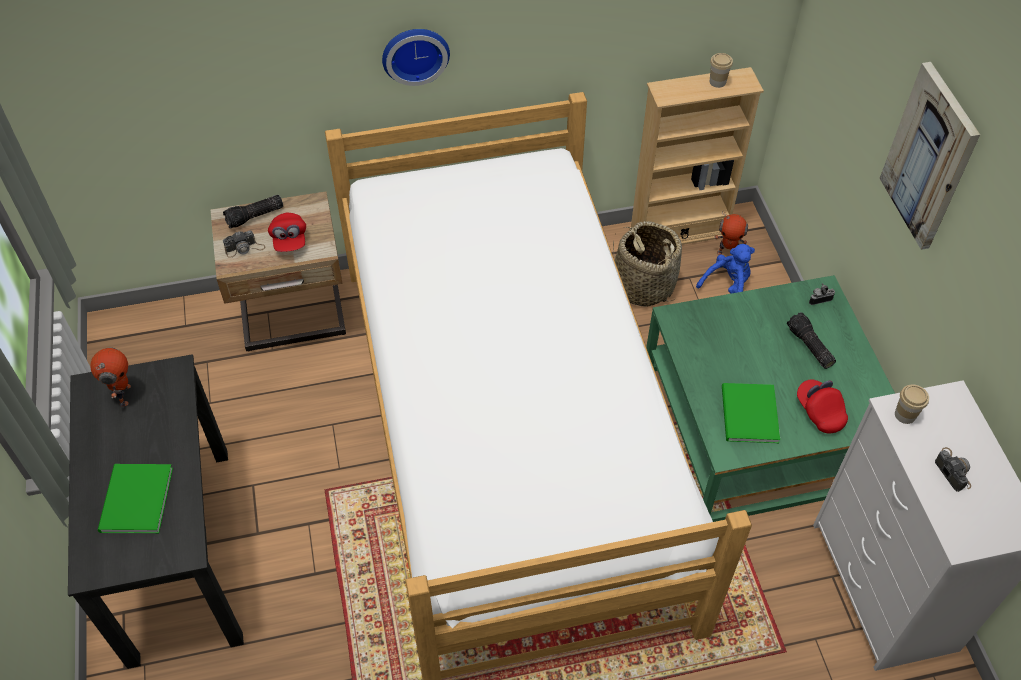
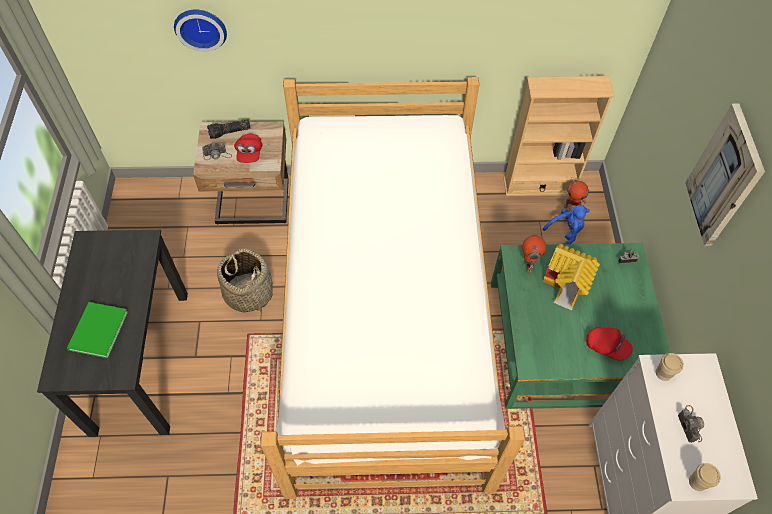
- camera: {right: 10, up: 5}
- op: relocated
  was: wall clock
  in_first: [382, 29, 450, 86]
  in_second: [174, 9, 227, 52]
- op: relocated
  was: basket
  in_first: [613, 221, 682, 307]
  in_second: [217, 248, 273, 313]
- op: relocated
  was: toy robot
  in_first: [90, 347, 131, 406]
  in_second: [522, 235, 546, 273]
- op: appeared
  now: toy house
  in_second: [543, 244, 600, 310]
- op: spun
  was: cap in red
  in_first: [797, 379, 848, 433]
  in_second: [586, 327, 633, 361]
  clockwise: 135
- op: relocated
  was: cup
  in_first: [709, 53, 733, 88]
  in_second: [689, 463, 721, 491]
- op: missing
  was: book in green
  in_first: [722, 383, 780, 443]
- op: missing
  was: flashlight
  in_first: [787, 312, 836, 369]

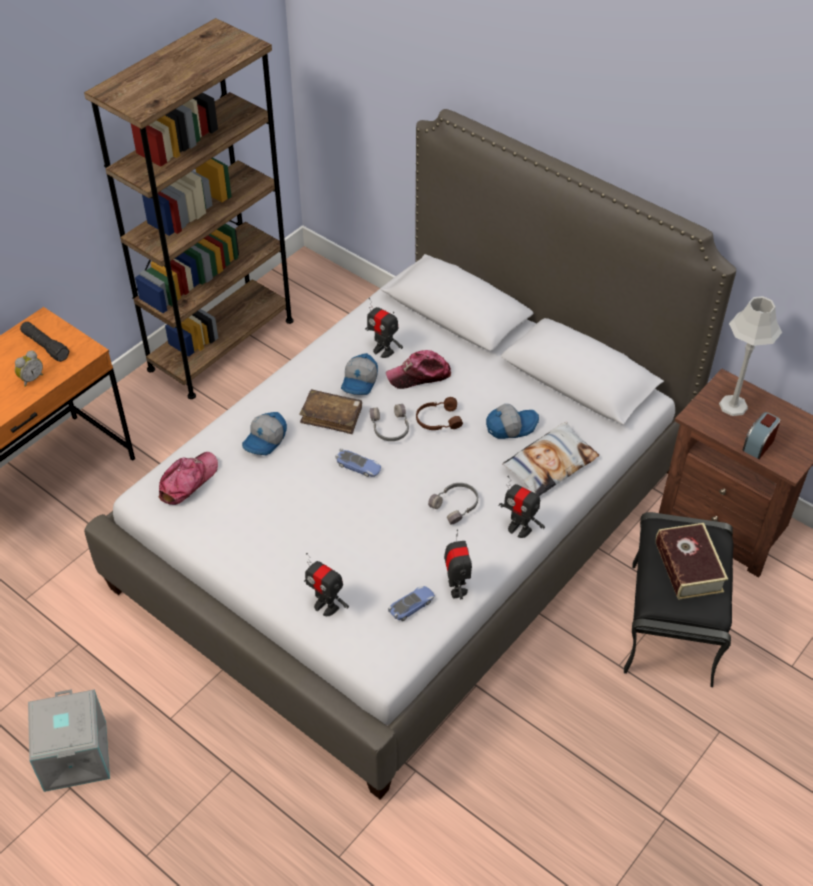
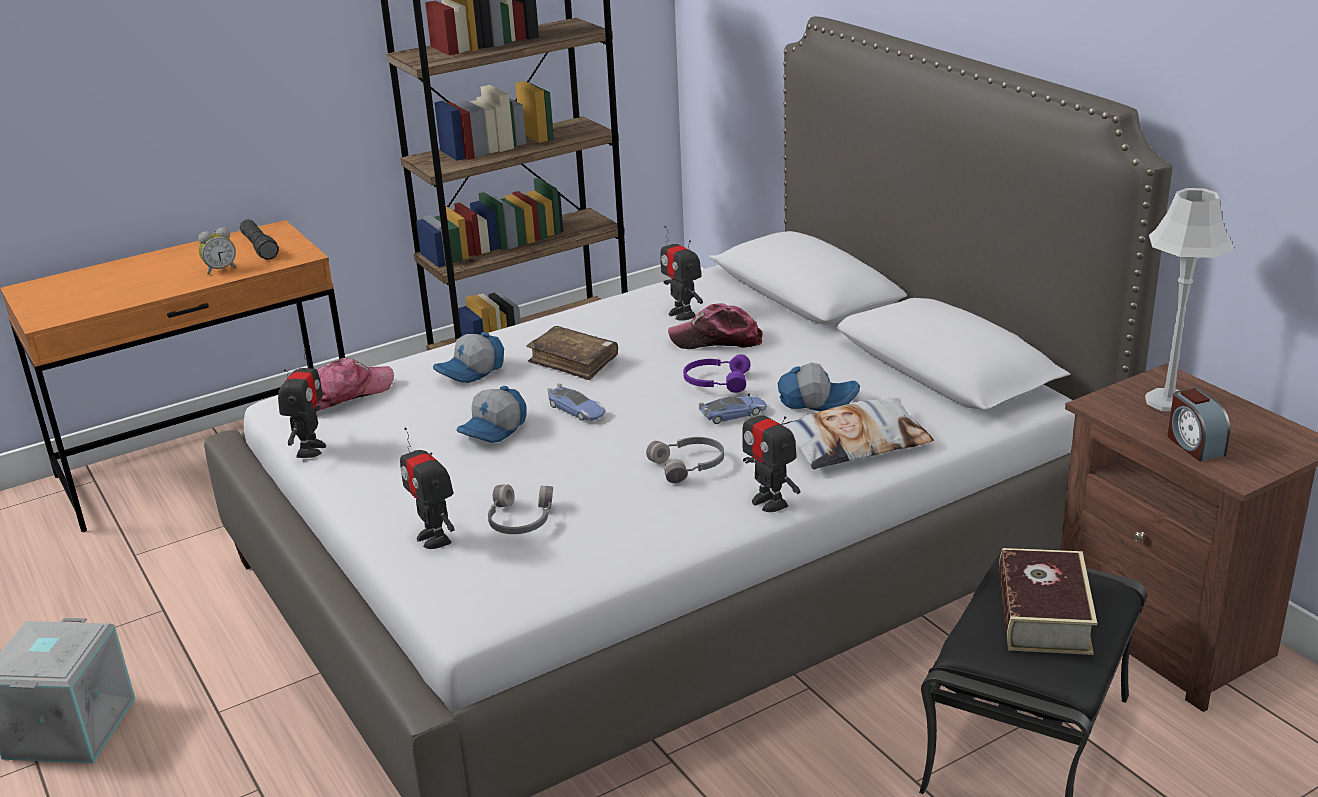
- camera: {right: 20, up: -20}
- op: relocated
  was: toy robot
  in_first: [444, 530, 472, 599]
  in_second: [278, 349, 326, 458]
- op: relocated
  was: cap
  in_first: [341, 353, 378, 395]
  in_second: [456, 386, 526, 443]
- op: relocated
  was: headphones in grey
  in_first: [370, 404, 409, 441]
  in_second: [488, 485, 553, 534]
- op: colour
  was: headphones in brown
  now: headphones in purple
  in_first: [416, 397, 463, 430]
  in_second: [683, 354, 751, 393]
- op: relocated
  was: toy car
  in_first: [388, 586, 435, 621]
  in_second: [699, 395, 767, 424]
- op: spun
  was: alarm clock
  in_first: [742, 412, 780, 459]
  in_second: [1167, 388, 1230, 462]
  clockwise: -75

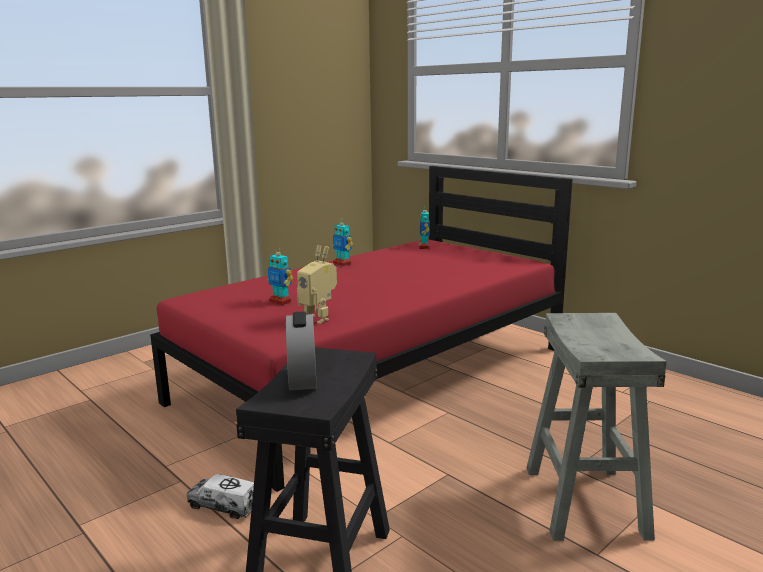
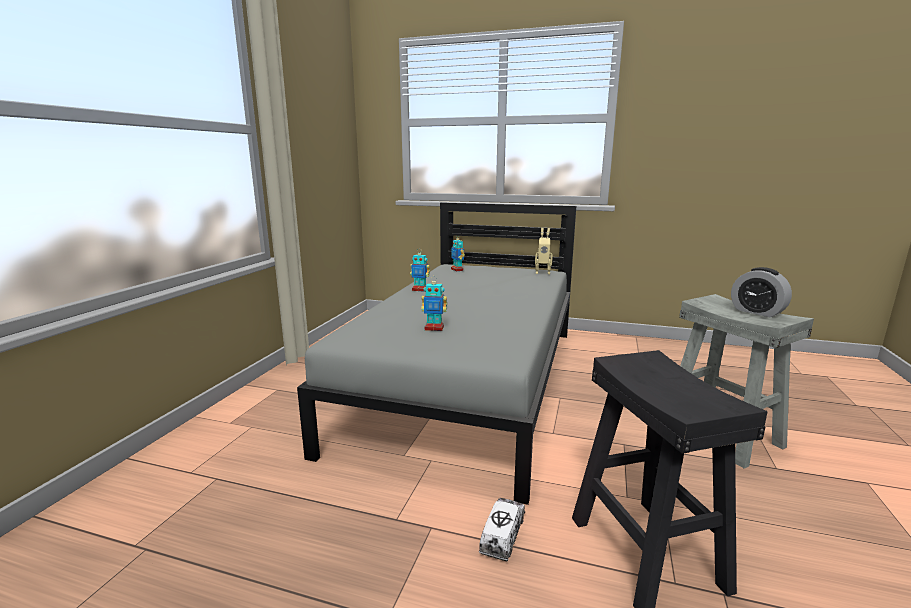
- camera: {right: -30, up: 0}
- op: colour
  was: bed in red
  now: bed in grey
  in_first: [150, 166, 573, 492]
  in_second: [297, 202, 576, 505]
- op: spun
  was: toy truck
  in_first: [187, 474, 254, 519]
  in_second: [479, 498, 525, 561]
  clockwise: 120
- op: relocated
  was: toy robot
  in_first: [297, 245, 337, 324]
  in_second: [535, 228, 553, 274]
- op: relocated
  was: alarm clock
  in_first: [286, 311, 317, 390]
  in_second: [731, 267, 792, 317]

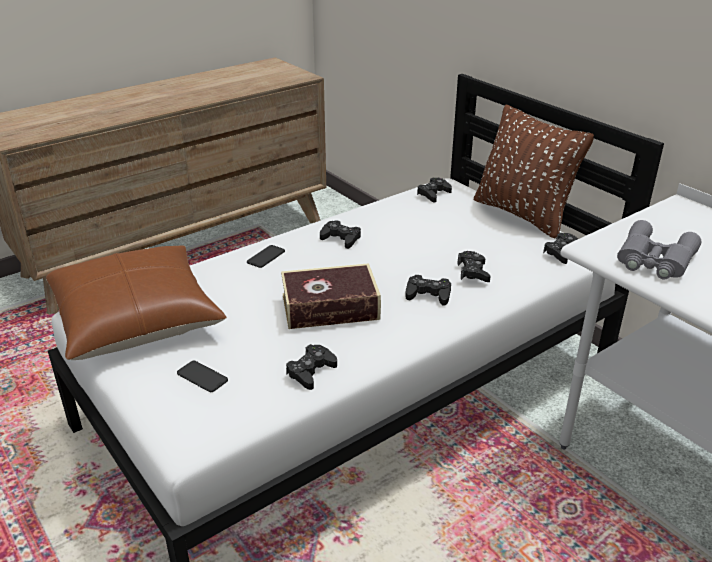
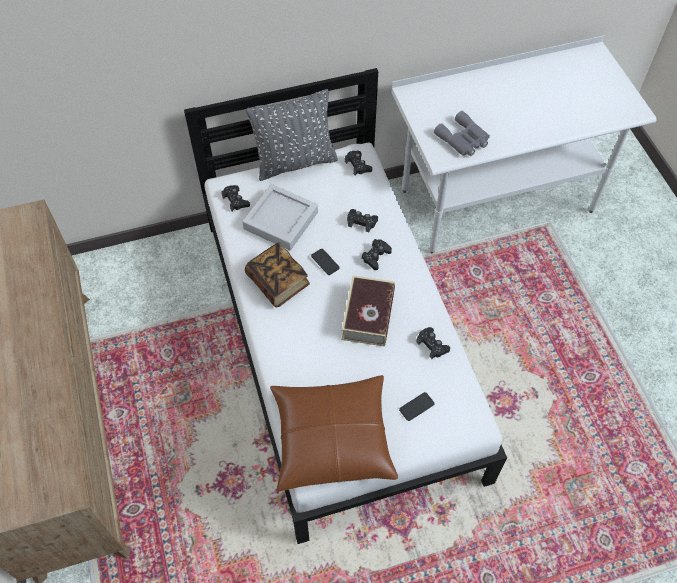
- camera: {right: -70, up: 25}
- op: appeared
  now: tray in grey
  in_second: [242, 184, 318, 250]
- op: exchanged
  was: game controller in black
  now: book
  in_first: [320, 220, 361, 249]
  in_second: [245, 242, 310, 307]
- op: colour
  was: pillow in brown
  now: pillow in grey
  in_first: [474, 104, 594, 239]
  in_second: [246, 89, 338, 181]
- op: relocated
  was: phone
  in_first: [247, 245, 285, 268]
  in_second: [311, 249, 340, 275]

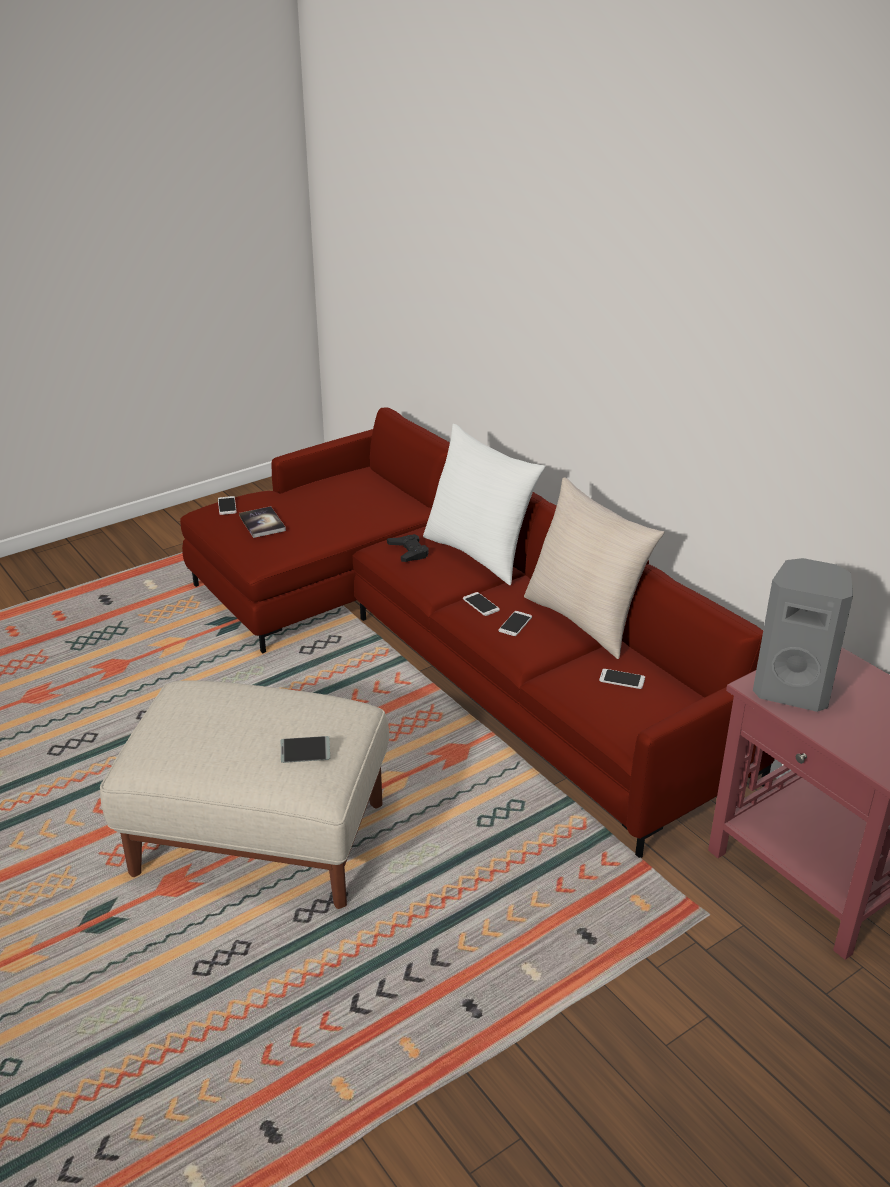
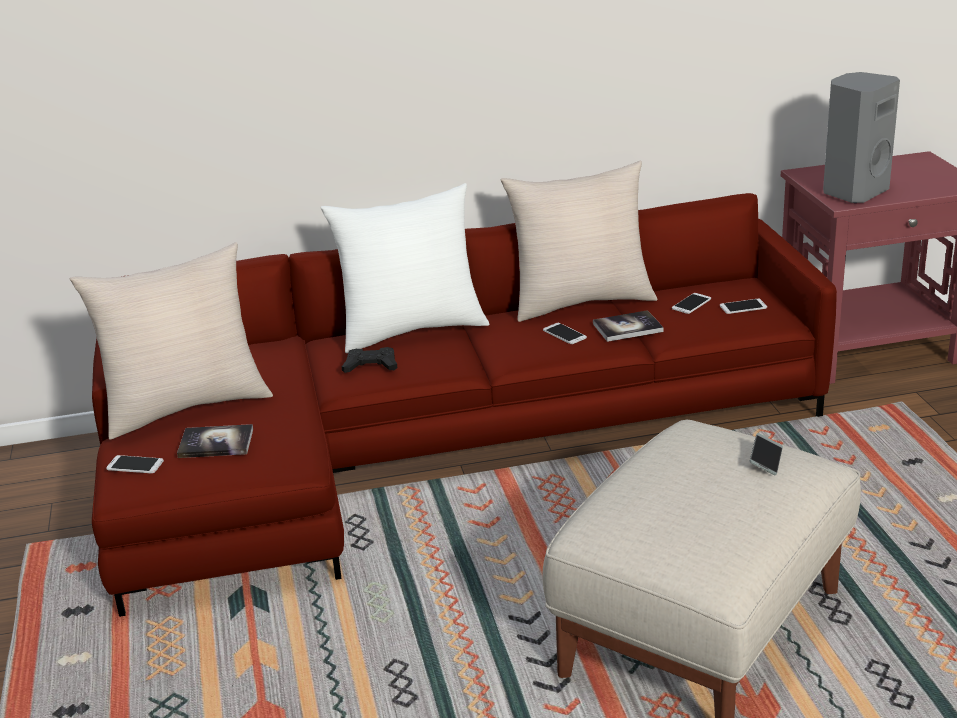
- camera: {right: -65, up: -5}
- op: appeared
  now: pillow in beige
  in_second: [70, 242, 273, 440]
- op: appeared
  now: book
  in_second: [593, 310, 663, 342]
- op: relocated
  was: phone
  in_first: [463, 592, 500, 616]
  in_second: [720, 299, 767, 314]

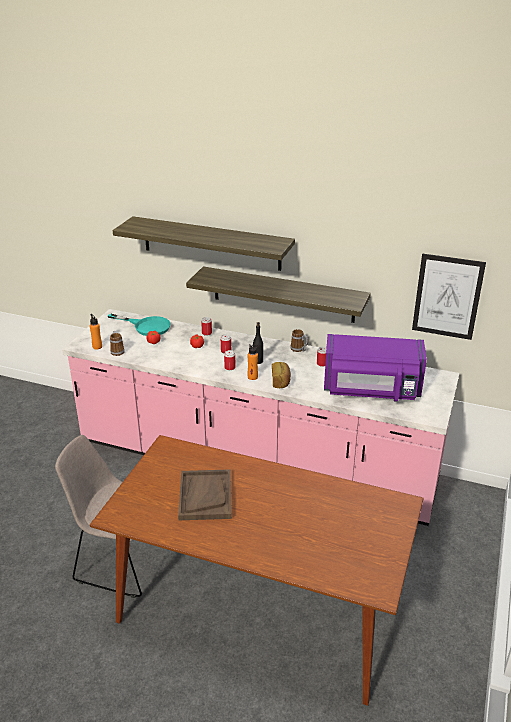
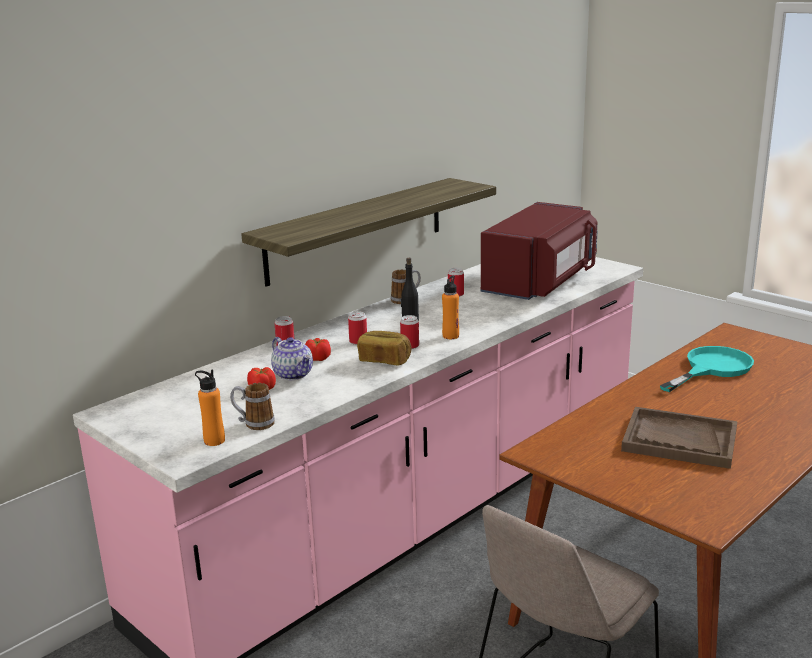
- camera: {right: -65, up: -10}
- op: appeared
  now: teapot
  in_second: [271, 337, 313, 380]
- op: relocated
  was: bread
  in_first: [272, 362, 291, 388]
  in_second: [357, 331, 412, 365]
- op: colour
  was: microwave in purple
  now: microwave in red
  in_first: [324, 334, 427, 402]
  in_second: [481, 202, 597, 300]
- op: relocated
  was: frying pan in turquoise
  in_first: [108, 314, 171, 336]
  in_second: [660, 346, 754, 392]
- op: missing
  was: shelf
  in_first: [113, 216, 295, 271]
- op: missing
  was: picture
  in_first: [412, 253, 486, 340]

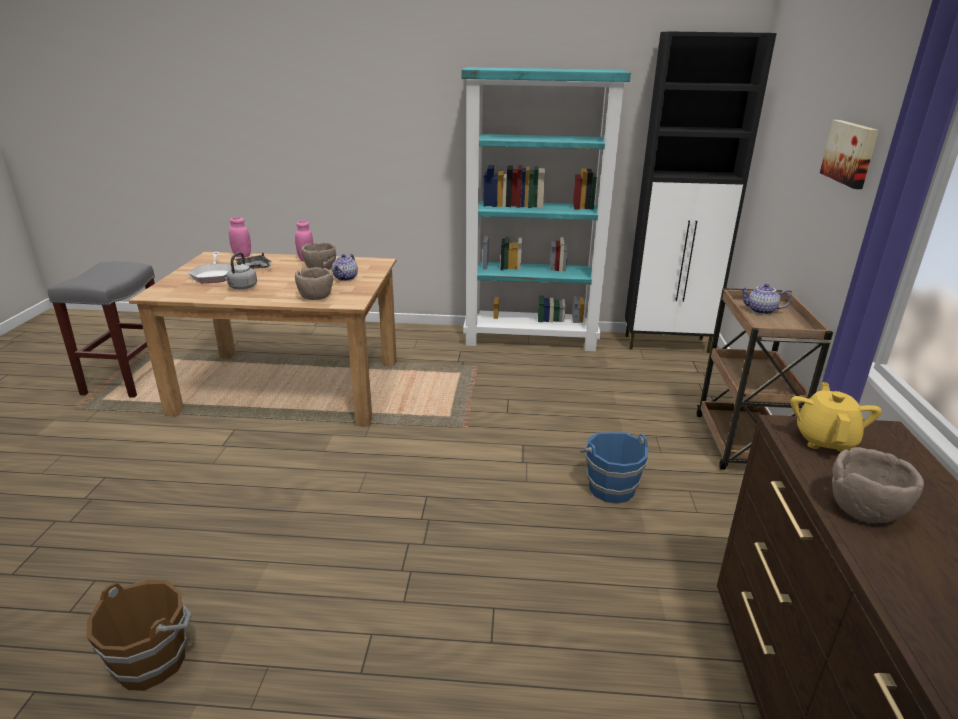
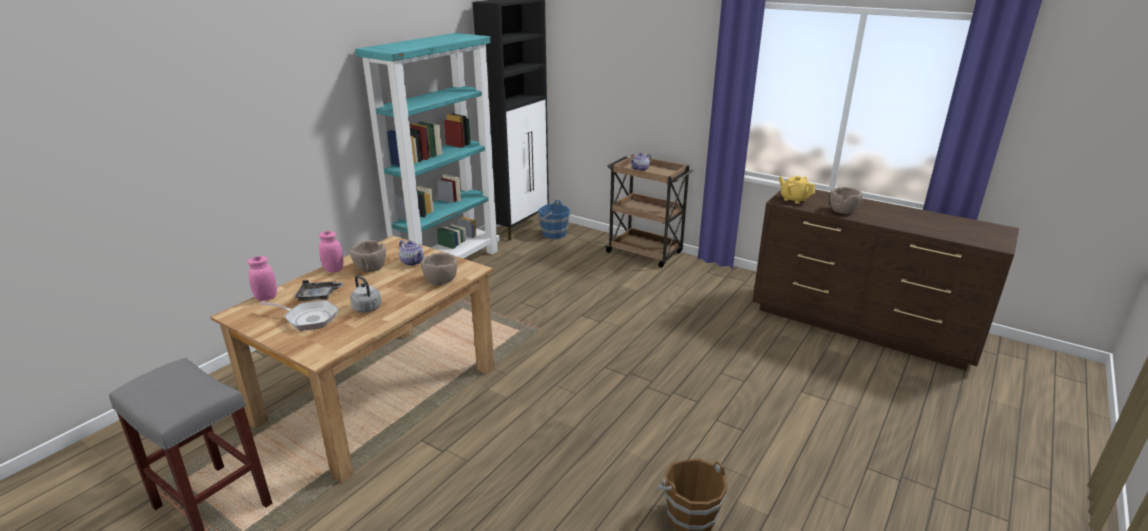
- camera: {right: -60, up: 0}
- op: relocated
  was: bucket in blue
  in_first: [580, 432, 648, 504]
  in_second: [538, 200, 570, 239]
- op: missing
  was: picture
  in_first: [820, 120, 879, 189]

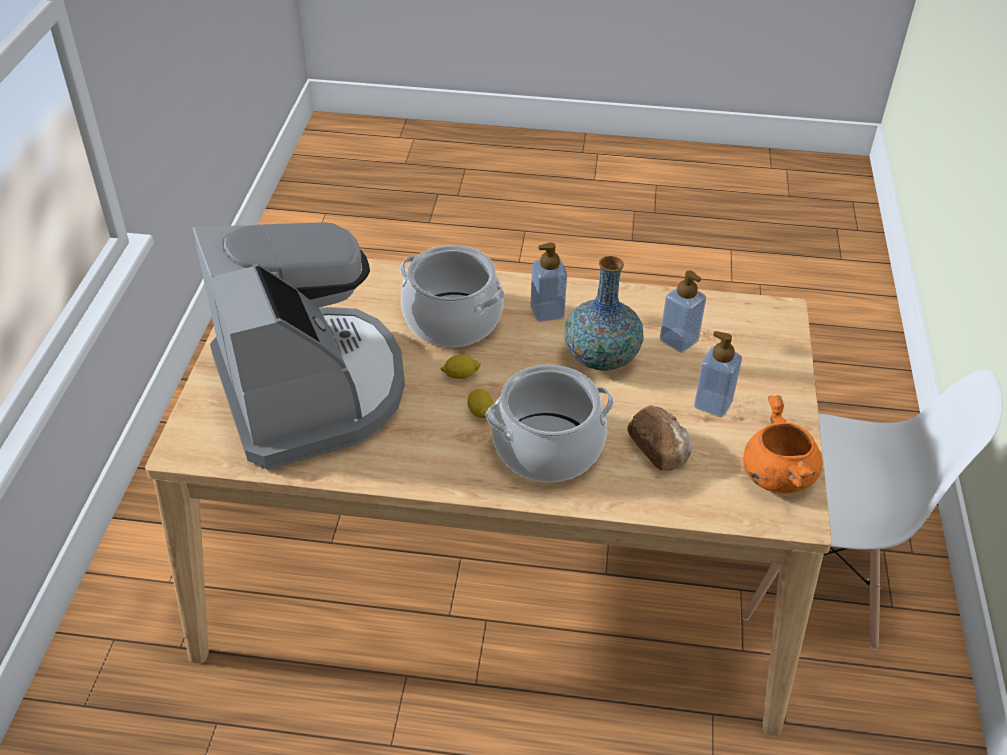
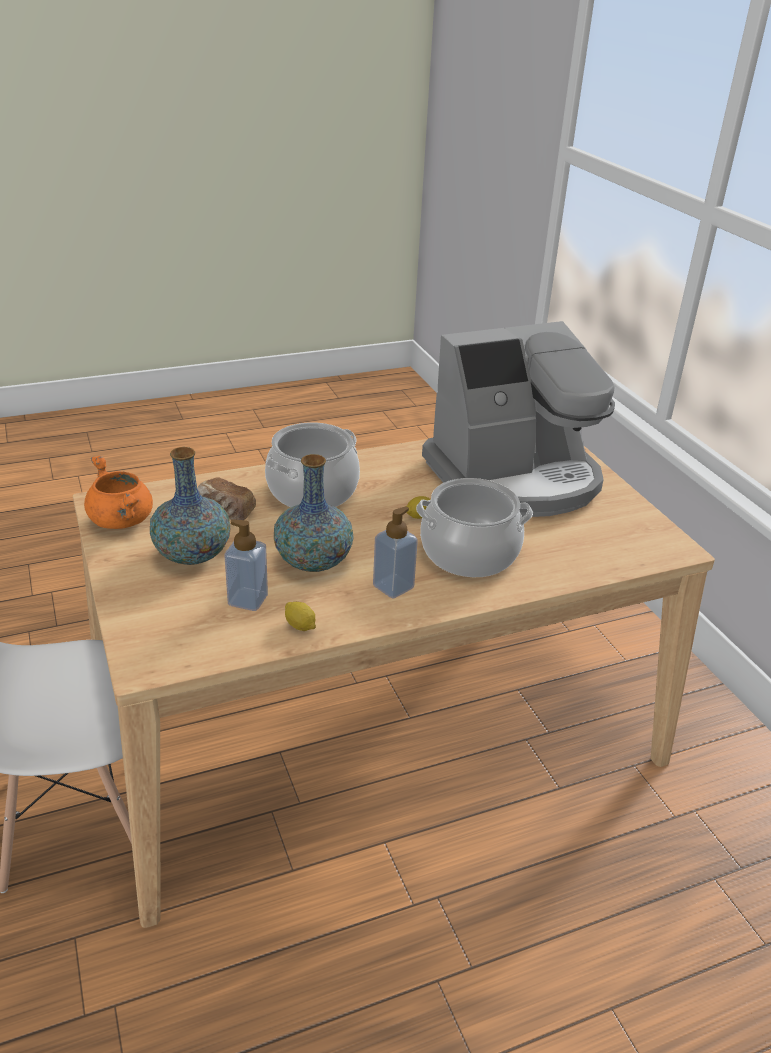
- camera: {right: 150, up: -10}
- op: exchanged
  was: soap dispenser
  now: vase
  in_first: [694, 331, 742, 417]
  in_second: [150, 447, 230, 565]
- op: relocated
  was: lemon
  in_first: [468, 389, 493, 418]
  in_second: [285, 602, 316, 631]
- op: spun
  was: coffee machine
  in_first: [193, 222, 405, 470]
  in_second: [422, 321, 615, 517]
  clockwise: -60

